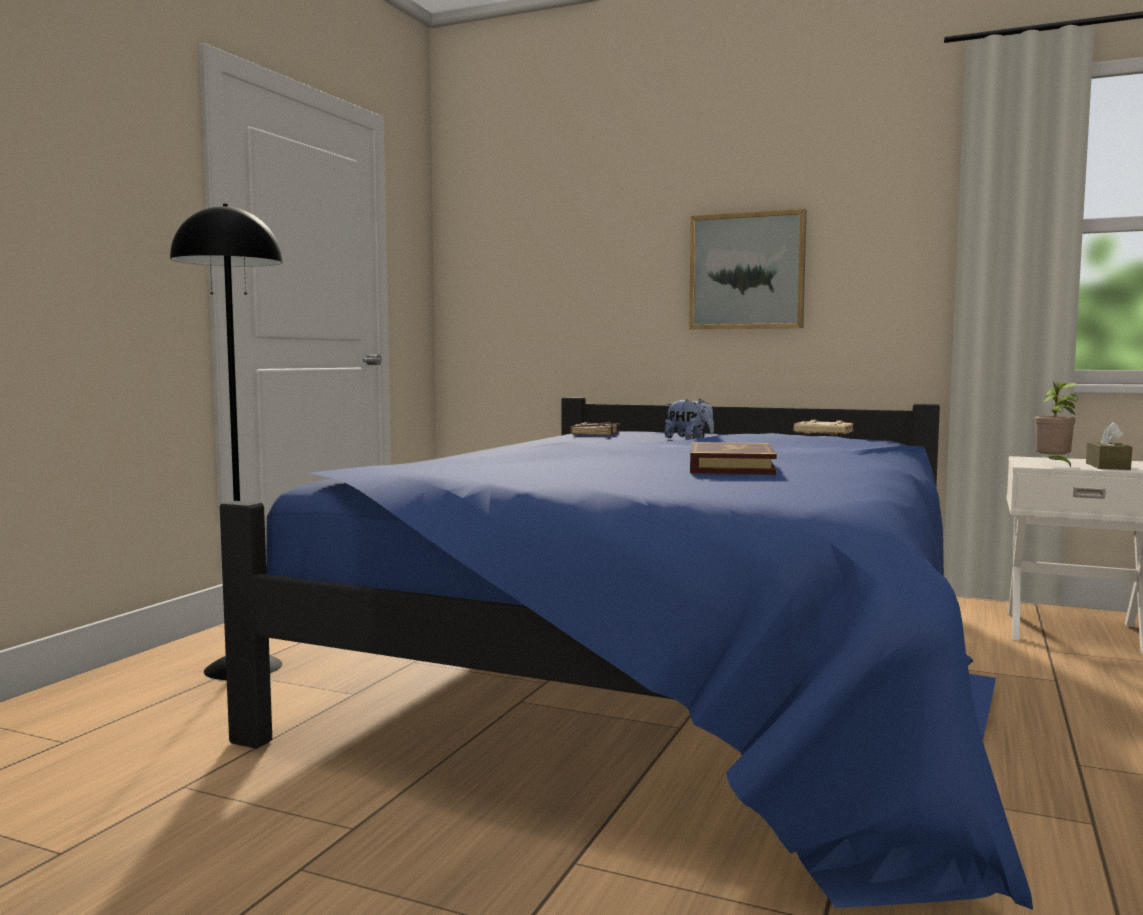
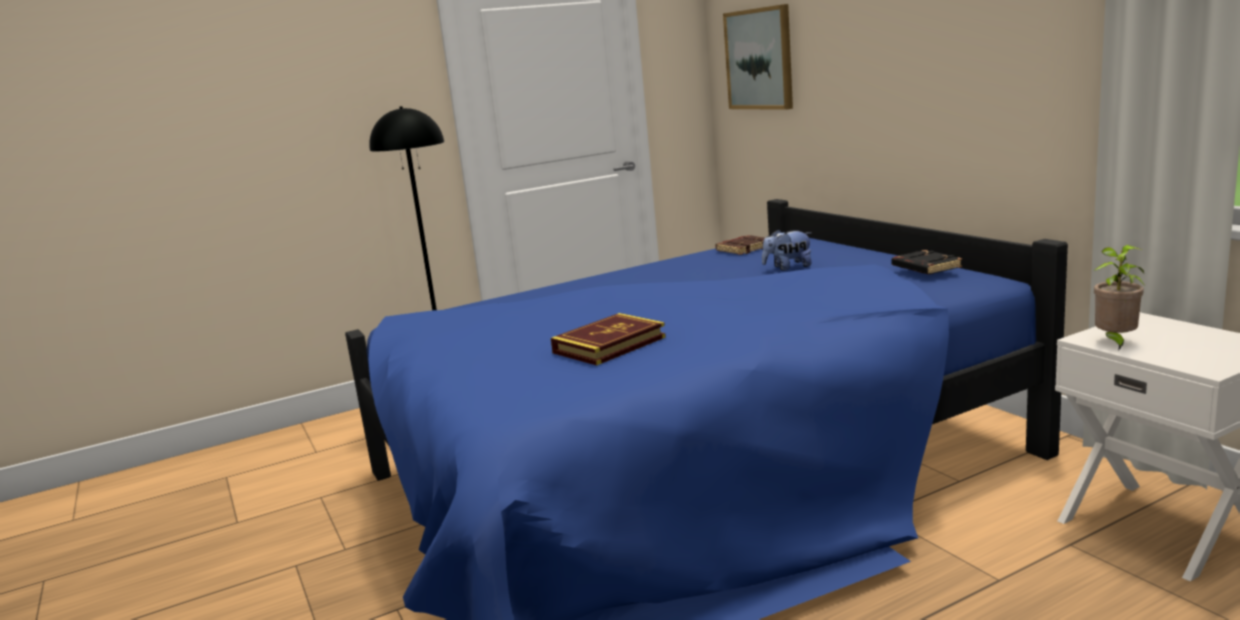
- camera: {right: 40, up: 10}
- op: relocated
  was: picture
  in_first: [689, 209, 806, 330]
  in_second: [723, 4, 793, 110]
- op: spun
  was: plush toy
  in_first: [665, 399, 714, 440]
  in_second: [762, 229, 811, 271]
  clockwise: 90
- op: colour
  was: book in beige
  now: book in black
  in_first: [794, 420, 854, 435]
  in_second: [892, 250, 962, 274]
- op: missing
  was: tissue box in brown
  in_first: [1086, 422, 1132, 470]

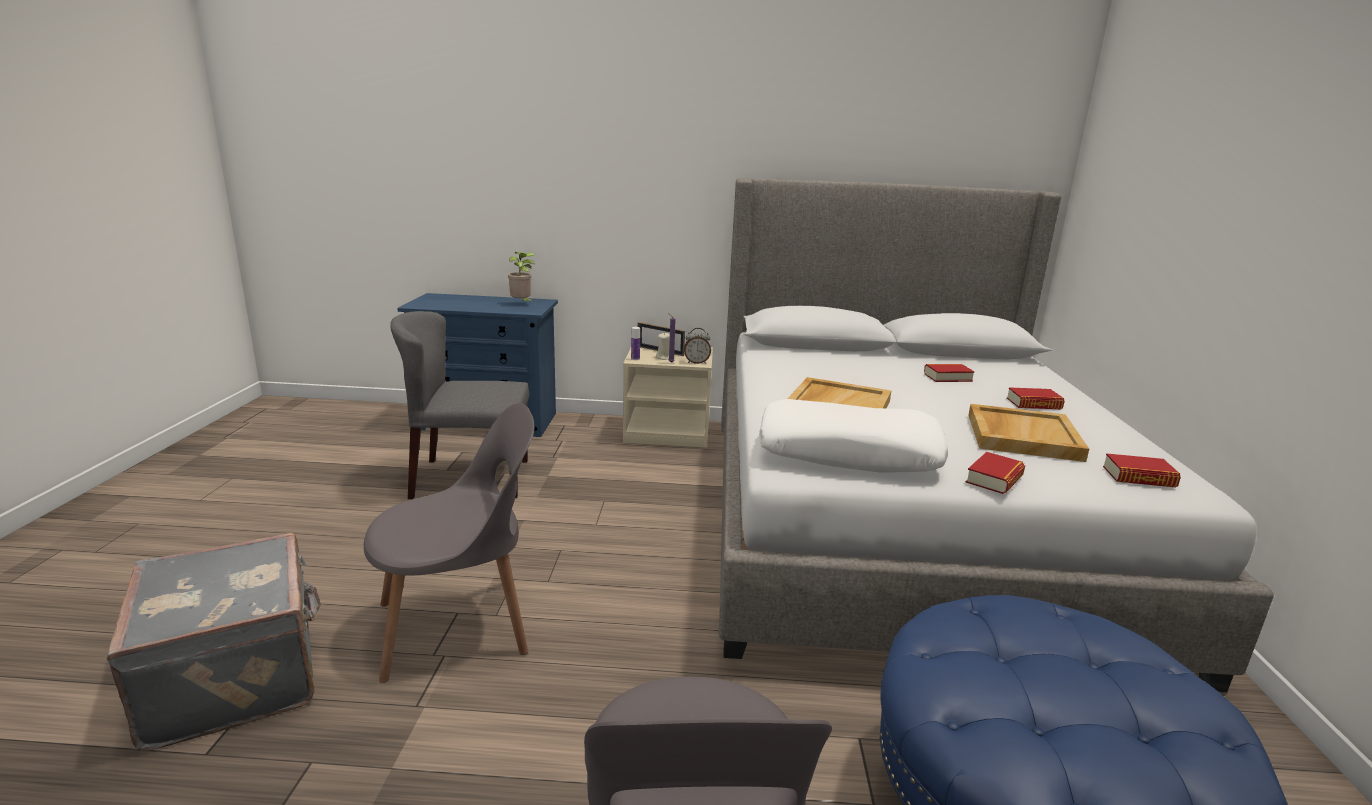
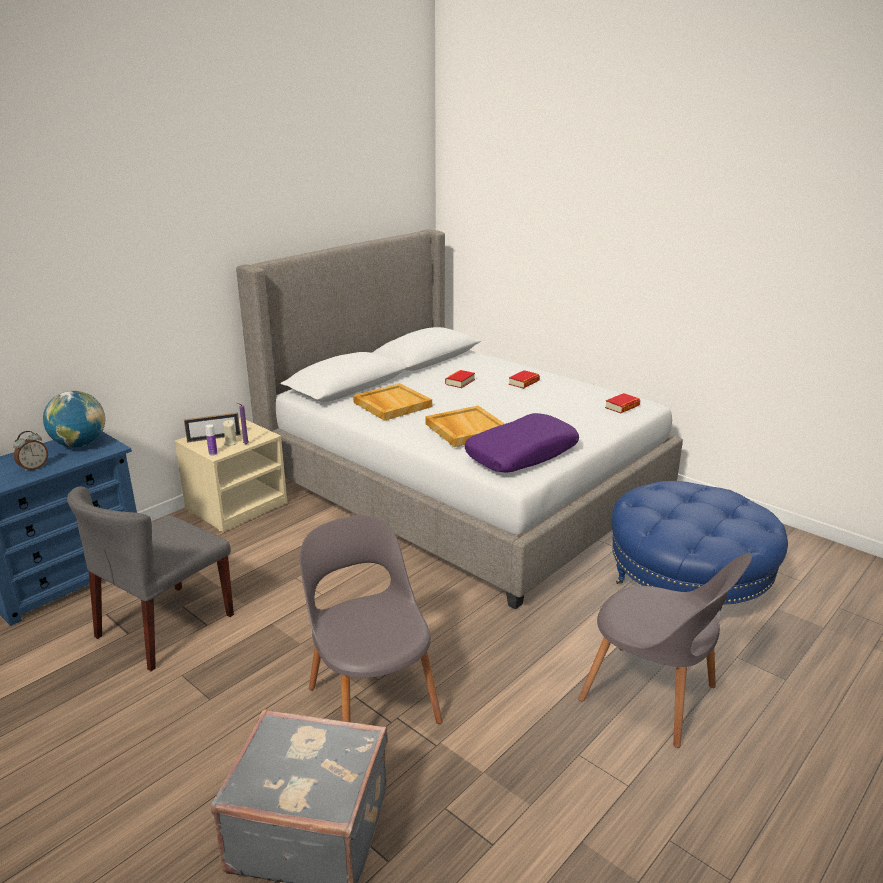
- camera: {right: -50, up: 5}
- op: relocated
  was: alarm clock
  in_first: [684, 328, 711, 364]
  in_second: [13, 431, 48, 472]
- op: exchanged
  was: potted plant
  now: globe
  in_first: [508, 252, 536, 301]
  in_second: [43, 391, 105, 447]
- op: spun
  was: chair in grey
  in_first: [364, 403, 534, 683]
  in_second: [300, 515, 443, 724]
  clockwise: -45
- op: relocated
  was: tray in beige
  in_first: [968, 404, 1089, 462]
  in_second: [353, 383, 432, 421]
- op: colour
  was: pillow in white
  now: pillow in purple
  in_first: [759, 399, 948, 473]
  in_second: [464, 413, 579, 473]
- op: missing
  was: book
  in_first: [966, 452, 1025, 494]

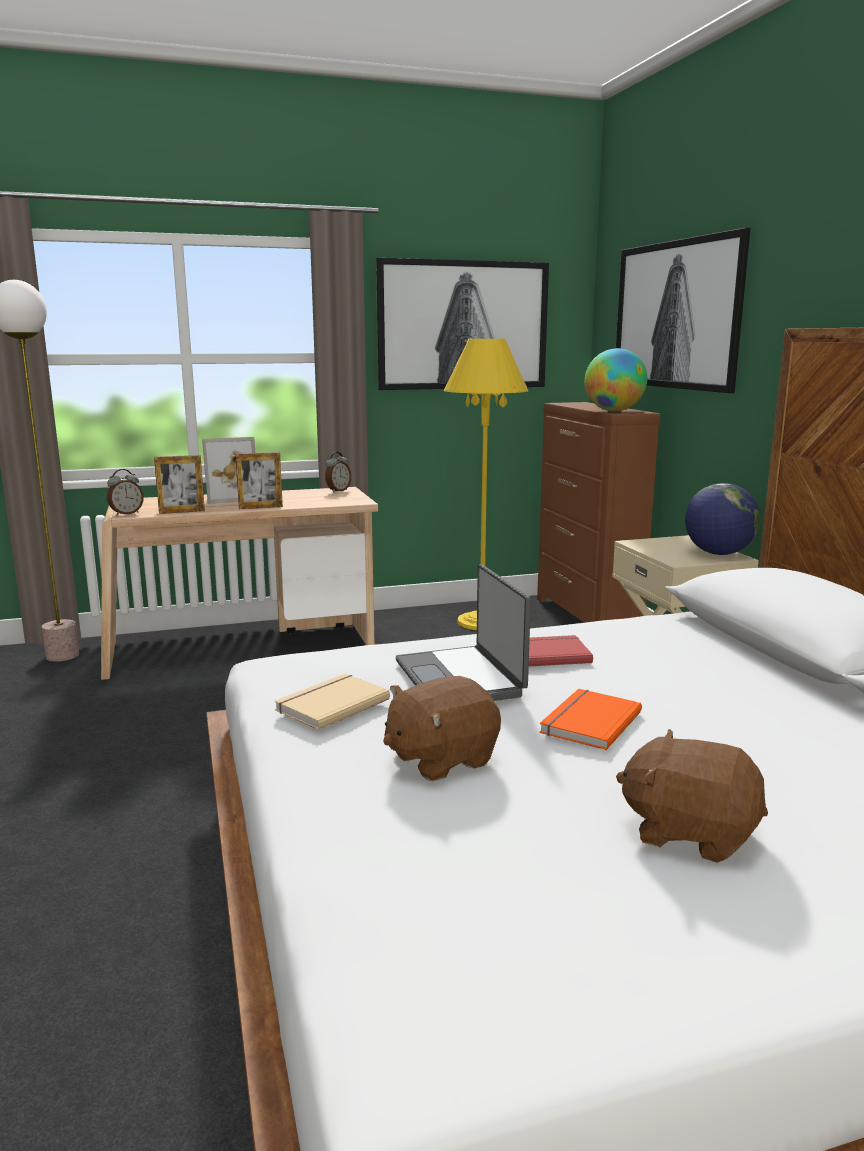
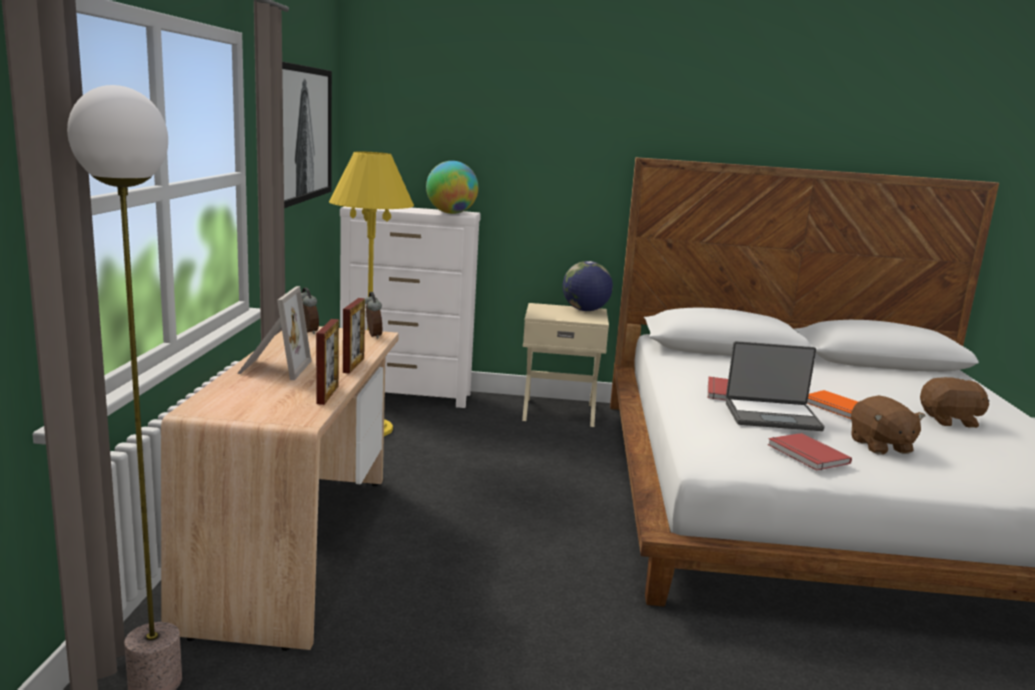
- camera: {right: -70, up: 0}
- op: colour
  was: dresser in brown
  now: dresser in white
  in_first: [537, 402, 660, 623]
  in_second: [340, 206, 481, 408]
- op: relocated
  was: alarm clock
  in_first: [107, 469, 144, 516]
  in_second: [365, 292, 382, 339]
- op: colour
  was: book in beige
  now: book in red
  in_first: [274, 674, 390, 730]
  in_second: [768, 433, 852, 471]
- op: spun
  was: plush toy in brown
  in_first: [616, 729, 768, 863]
  in_second: [920, 377, 989, 428]
  clockwise: -135
- op: missing
  was: picture
  in_first: [616, 227, 750, 393]

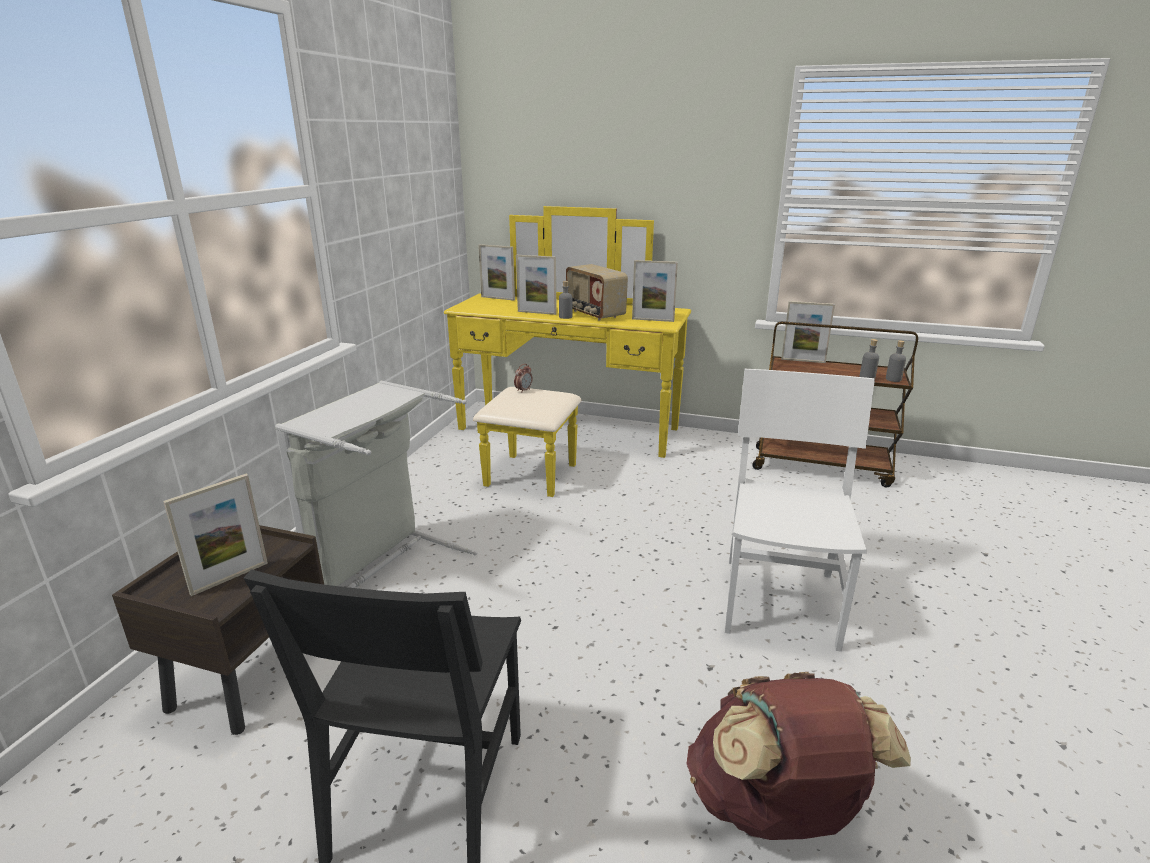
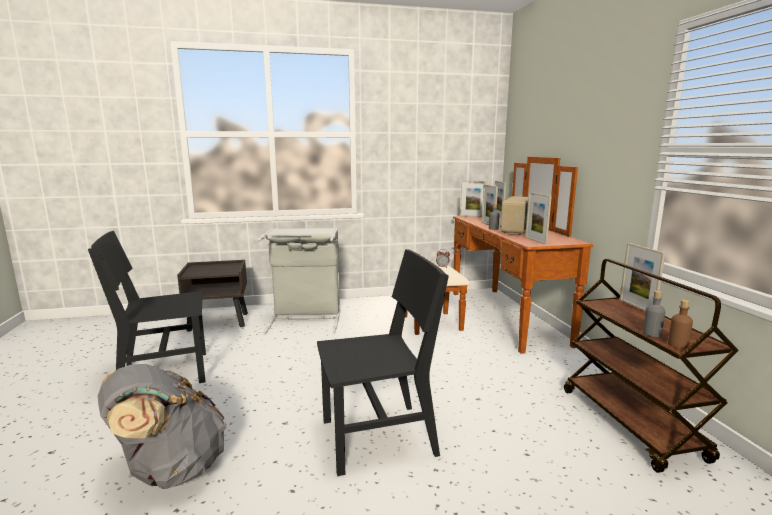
- camera: {right: 60, up: -10}
- op: colour
  was: backpack in brown
  now: backpack in grey
  in_first: [687, 672, 911, 840]
  in_second: [98, 364, 227, 489]
- op: colour
  was: chair in white
  now: chair in black
  in_first: [725, 369, 875, 652]
  in_second: [317, 249, 449, 476]
- op: colour
  was: dresser in yellow
  now: dresser in brown
  in_first: [444, 206, 691, 497]
  in_second: [405, 157, 593, 354]
- op: relocated
  was: picture frame
  in_first: [163, 474, 268, 596]
  in_second: [460, 181, 487, 217]
- op: colour
  was: bottle in grey
  now: bottle in brown
  in_first: [886, 340, 906, 382]
  in_second: [668, 299, 693, 349]

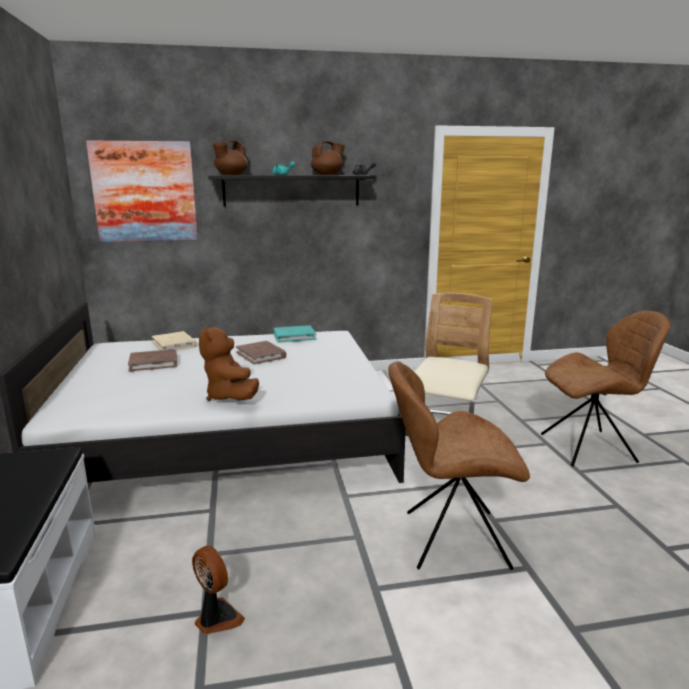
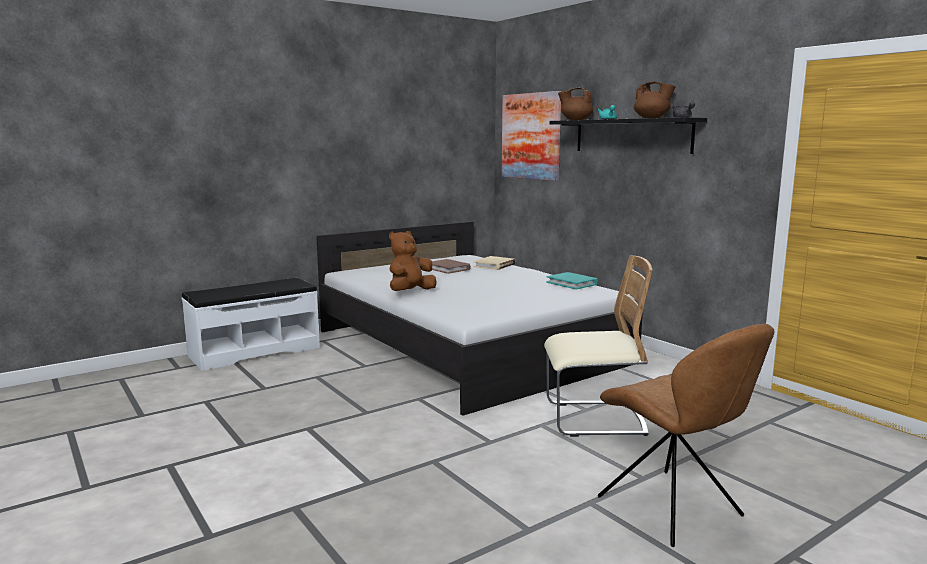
- camera: {right: 65, up: -5}
- op: missing
  was: fan
  in_first: [192, 546, 245, 634]
- op: missing
  was: book in brown
  in_first: [236, 341, 286, 364]
- op: missing
  was: chair in brown
  in_first: [388, 361, 530, 570]

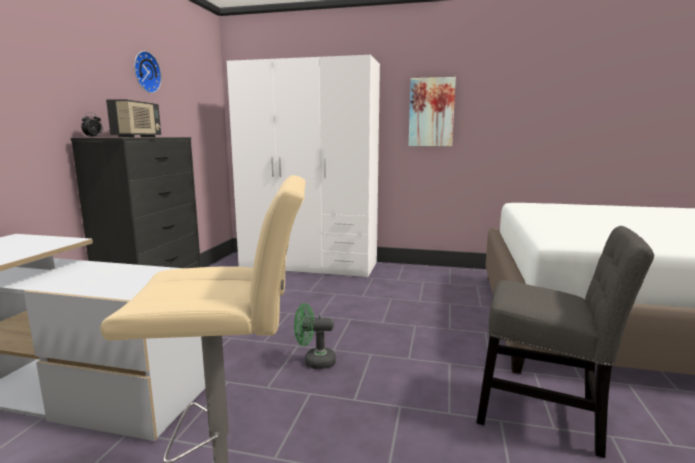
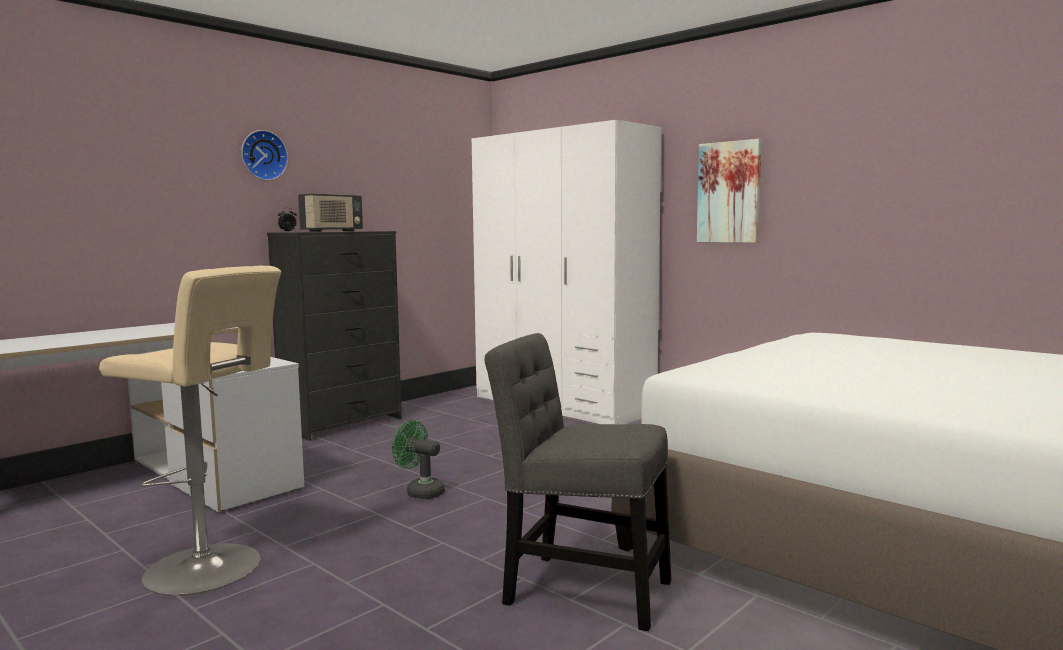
- camera: {right: 30, up: -5}
- op: relocated
  was: wall clock
  in_first: [134, 51, 162, 93]
  in_second: [241, 130, 288, 180]
- op: spun
  was: chair in grey
  in_first: [476, 226, 654, 458]
  in_second: [484, 333, 671, 631]
  clockwise: 150

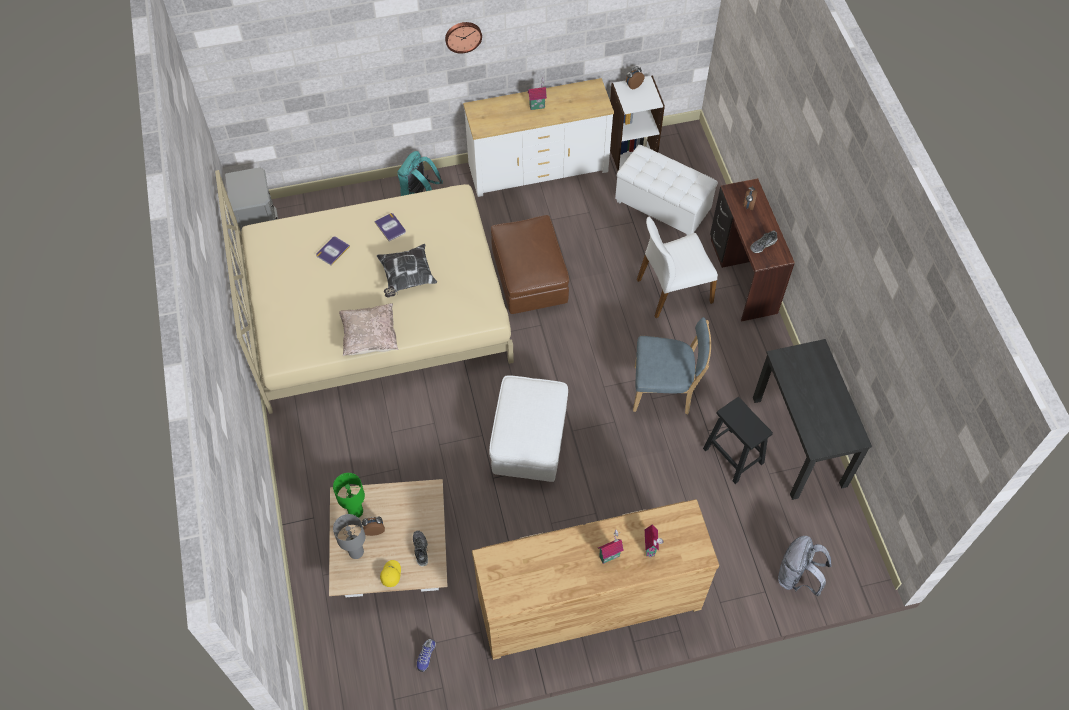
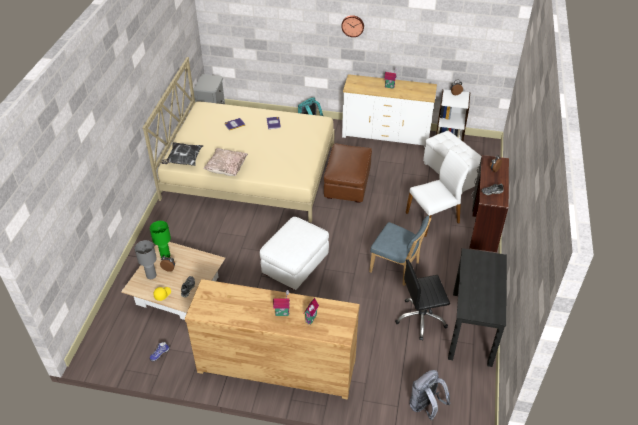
- camera: {right: 25, up: -15}
- op: relocated
  was: pillow
  in_first: [377, 244, 437, 297]
  in_second: [162, 142, 204, 166]
- op: exchanged
  was: stool in black
  now: office chair in black
  in_first: [703, 397, 773, 484]
  in_second: [395, 259, 450, 340]
- op: spun
  was: chair in white
  in_first: [637, 217, 718, 318]
  in_second: [406, 149, 469, 237]
  clockwise: 150

